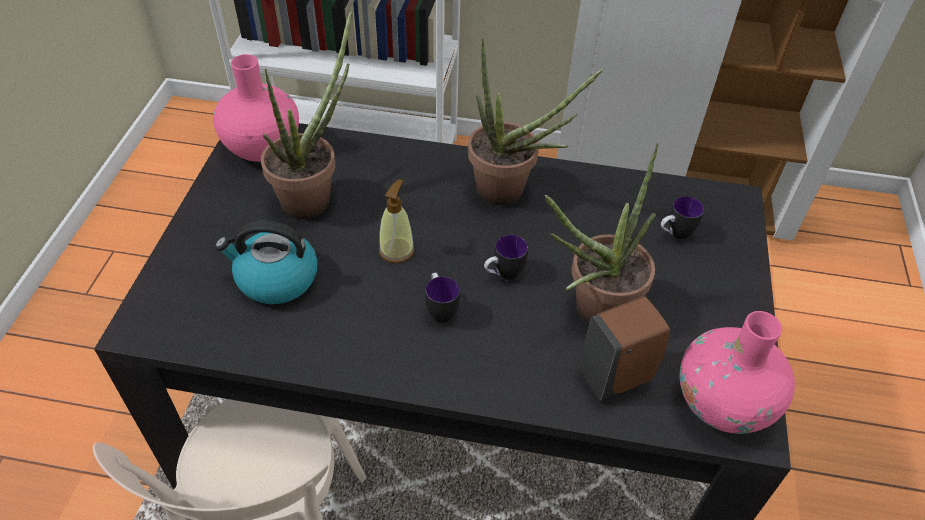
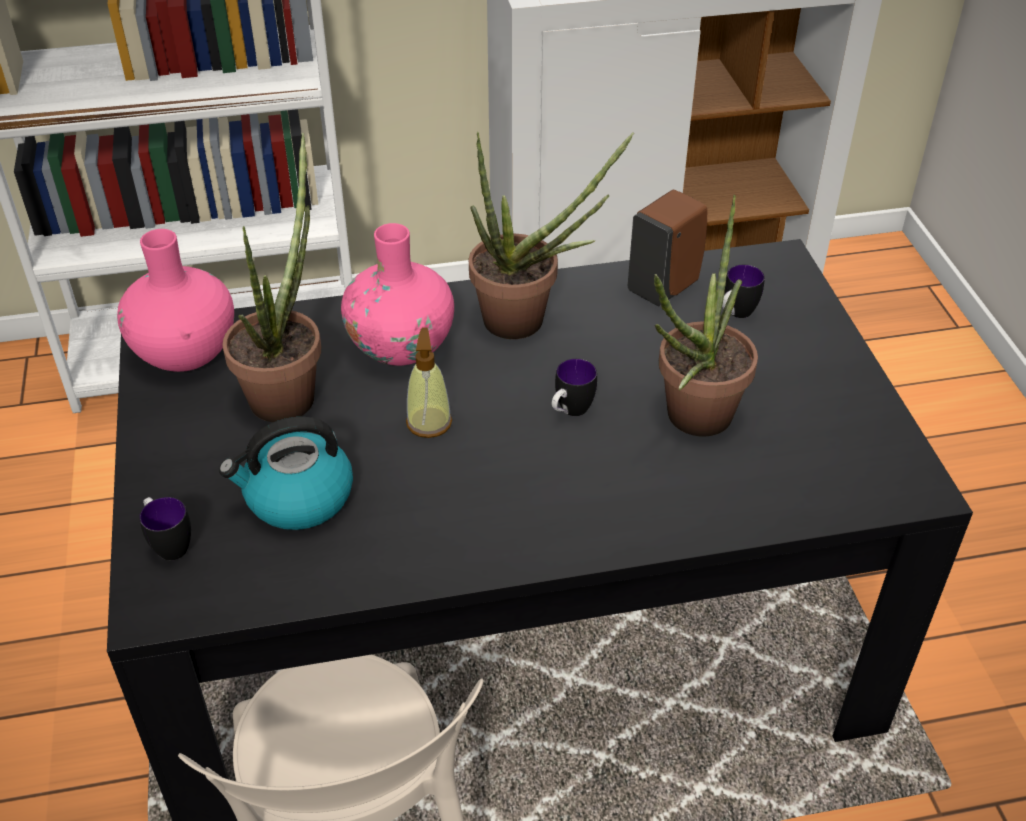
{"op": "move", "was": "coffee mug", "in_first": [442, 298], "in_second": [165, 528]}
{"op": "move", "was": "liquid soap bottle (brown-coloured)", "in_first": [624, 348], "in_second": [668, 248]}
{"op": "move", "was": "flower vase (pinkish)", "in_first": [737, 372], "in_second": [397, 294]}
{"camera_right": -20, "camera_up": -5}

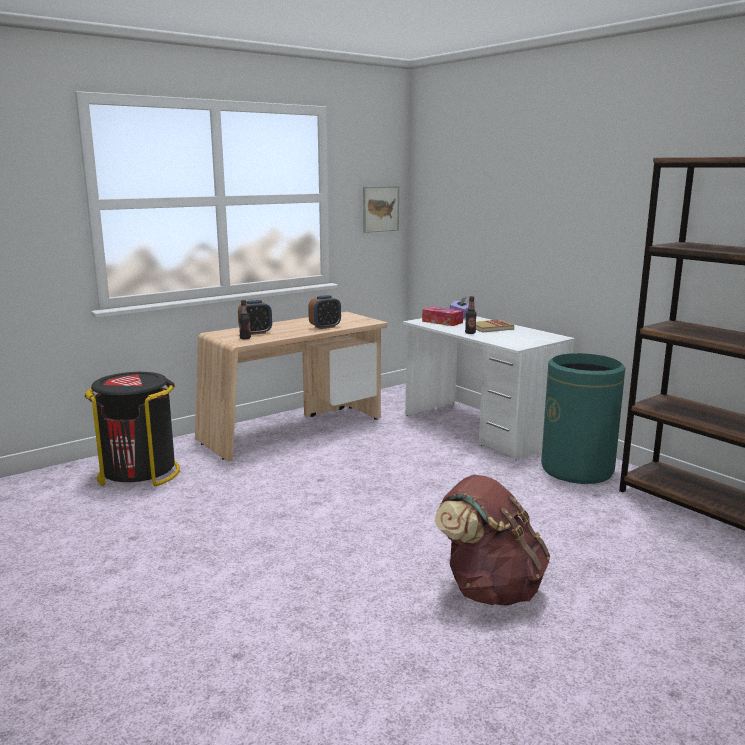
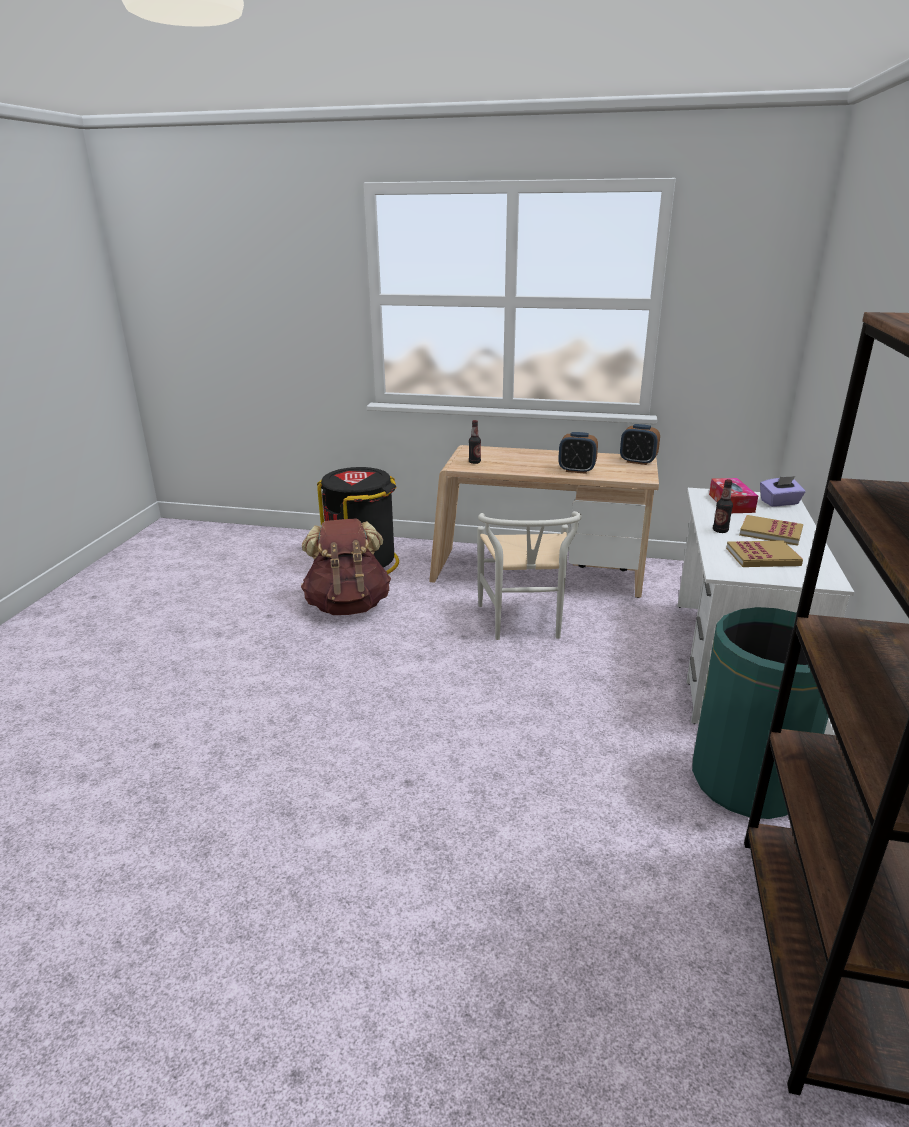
{"op": "delete", "was": "wall art", "in_first": [381, 209]}
{"op": "move", "was": "alarm clock", "in_first": [255, 317], "in_second": [640, 444]}
{"op": "move", "was": "backpack (brown-coloured)", "in_first": [492, 540], "in_second": [346, 566]}
{"op": "insert", "now": "plain chair (white-coloured)", "in_second": [529, 575]}
{"op": "insert", "now": "bound book", "in_second": [764, 553]}
{"camera_right": 50, "camera_up": 10}

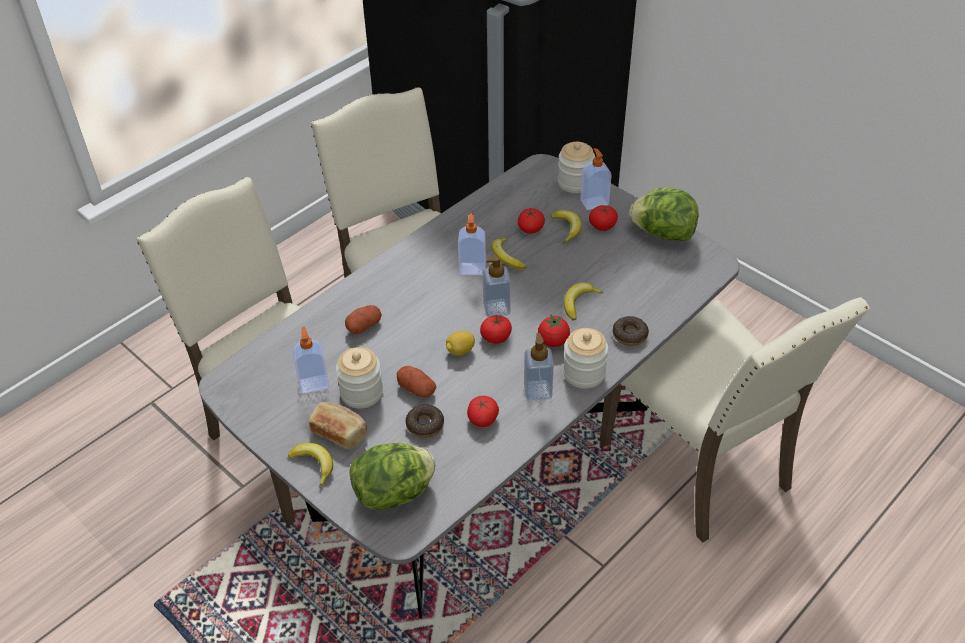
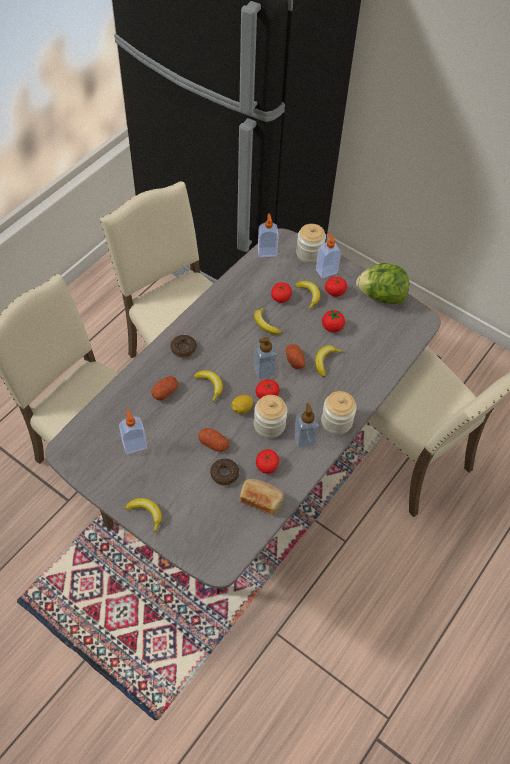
{"op": "move", "was": "liquid soap bottle", "in_first": [472, 244], "in_second": [268, 235]}
{"op": "move", "was": "whole tomato", "in_first": [554, 331], "in_second": [333, 321]}
{"op": "move", "was": "donut", "in_first": [631, 331], "in_second": [183, 346]}
{"op": "move", "was": "preserve jar", "in_first": [359, 378], "in_second": [271, 416]}
{"op": "move", "was": "baked bread", "in_first": [338, 426], "in_second": [262, 497]}
{"op": "delete", "was": "head of lettuce", "in_first": [392, 476]}
{"op": "insert", "now": "potato", "in_second": [295, 356]}
{"op": "insert", "now": "whole banana", "in_second": [208, 386]}
{"camera_right": -10, "camera_up": 10}

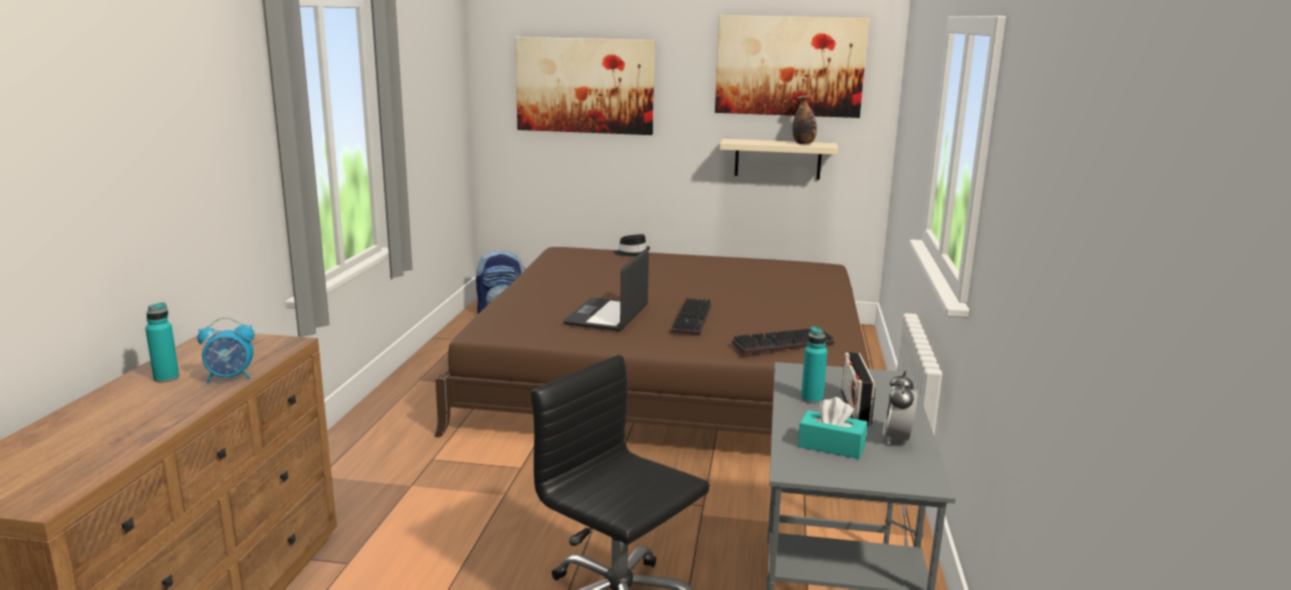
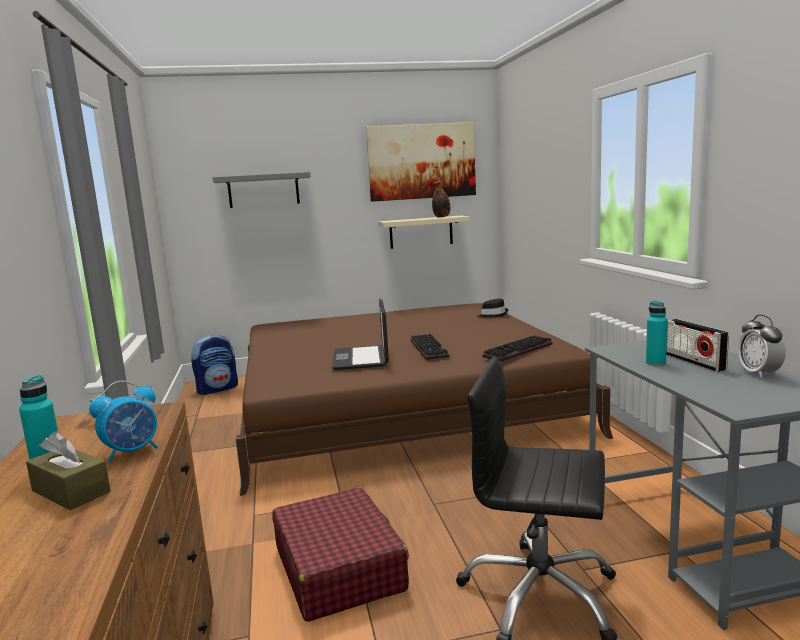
{"op": "replace", "was": "wall art", "now": "shelf (greyish)", "in_first": [585, 86], "in_second": [261, 190]}
{"op": "move", "was": "clothing hat (blackish)", "in_first": [632, 245], "in_second": [492, 308]}
{"op": "delete", "was": "tissue holder (blue-green)", "in_first": [832, 428]}
{"op": "insert", "now": "tissue holder (brown-coloured)", "in_second": [68, 470]}
{"op": "insert", "now": "piece of luggage (reddish)", "in_second": [340, 554]}
{"camera_right": -20, "camera_up": -5}

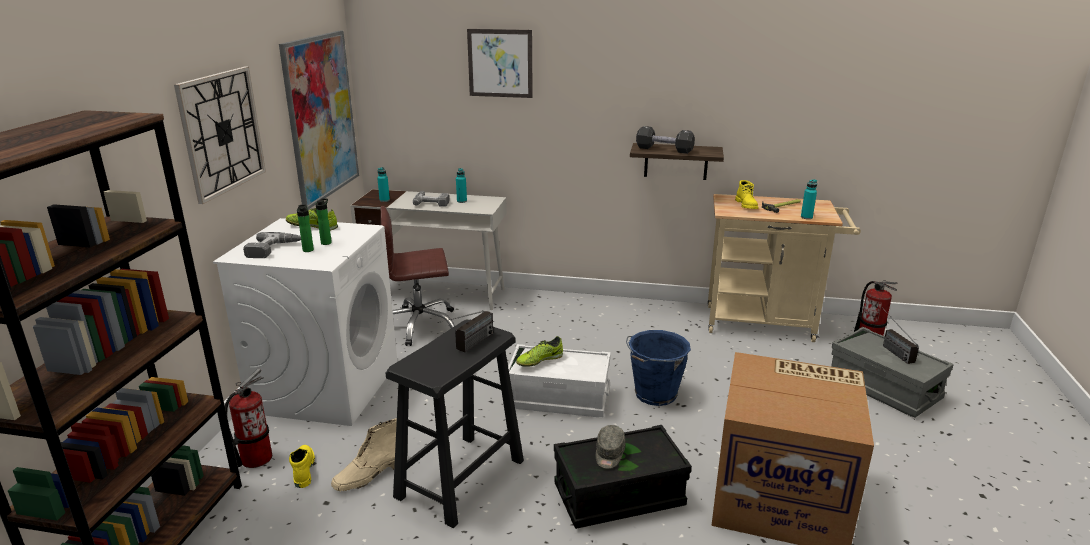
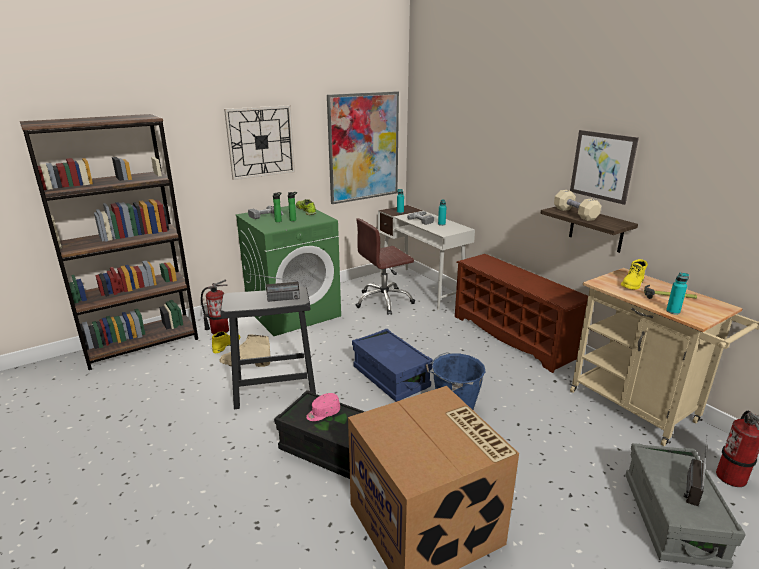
{"op": "move", "was": "wall art", "in_first": [500, 63], "in_second": [604, 167]}
{"op": "recolor", "was": "free weight (blackish)", "now": "free weight (sand-coloured)", "in_first": [665, 140], "in_second": [577, 205]}
{"op": "rotate", "was": "office chair (brown-coloured)", "in_first": [417, 276], "in_second": [385, 266], "clockwise": -60}
{"op": "recolor", "was": "laundry machine (white-coloured)", "now": "laundry machine (greenish)", "in_first": [305, 322], "in_second": [288, 270]}
{"op": "delete", "was": "shoe", "in_first": [539, 351]}
{"op": "recolor", "was": "storage container (white-coloured)", "now": "storage container (blue-coloured)", "in_first": [559, 380], "in_second": [392, 365]}
{"op": "recolor", "was": "baseball cap (greyish)", "now": "baseball cap (pinkish)", "in_first": [611, 447], "in_second": [323, 407]}
{"op": "insert", "now": "shoe rack (brown-coloured)", "in_second": [521, 313]}
{"camera_right": 45, "camera_up": 0}

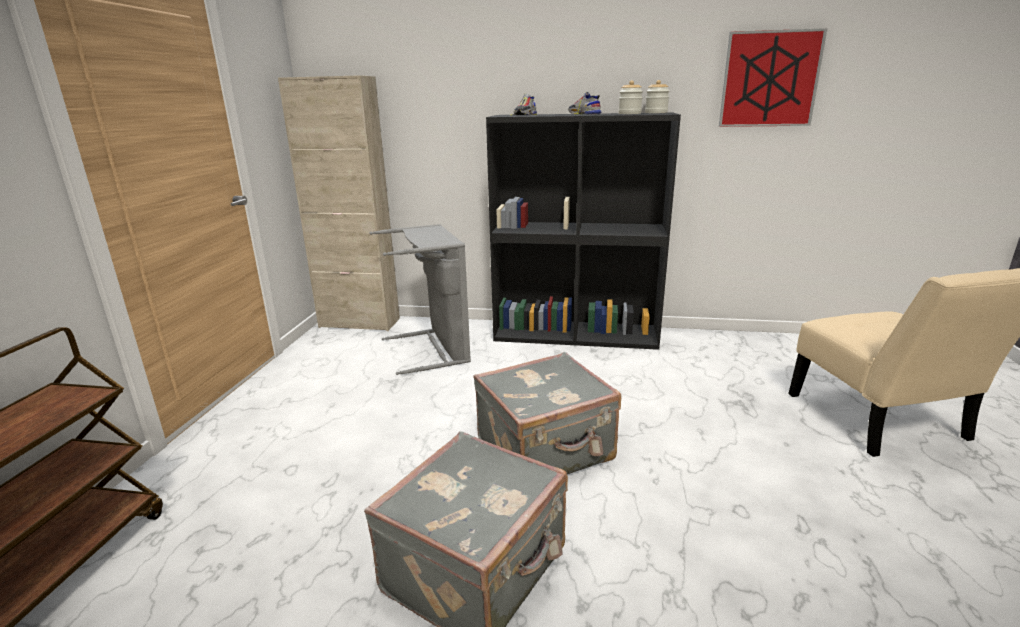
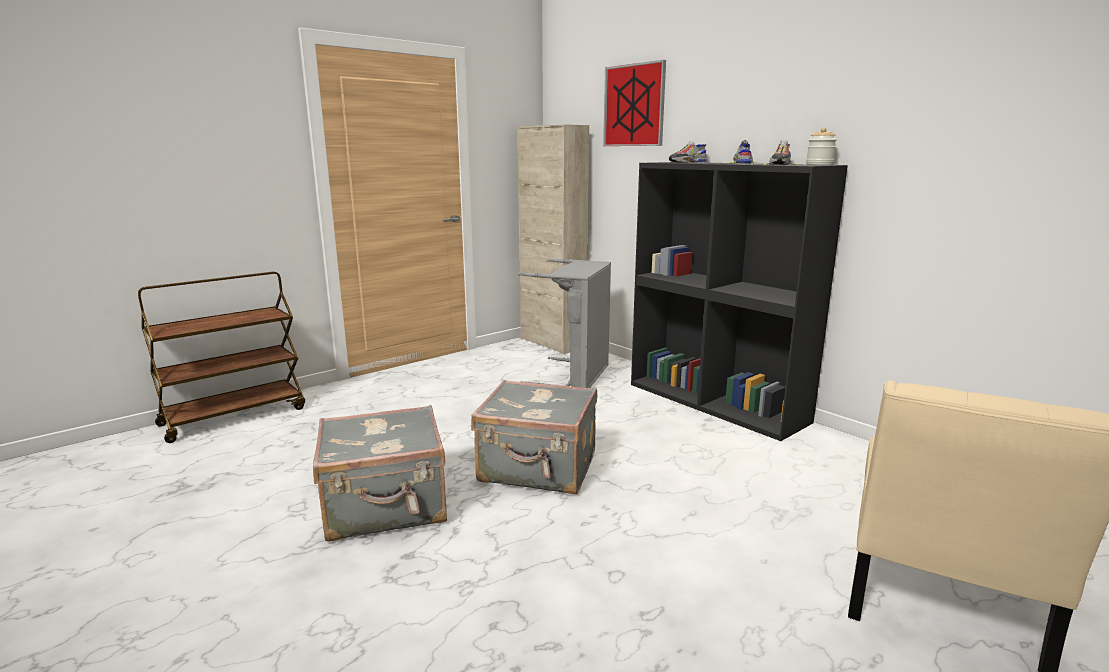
{"op": "move", "was": "wall art", "in_first": [773, 77], "in_second": [634, 103]}
{"op": "replace", "was": "preserve jar", "now": "shoe", "in_first": [630, 97], "in_second": [780, 152]}
{"camera_right": 40, "camera_up": -5}

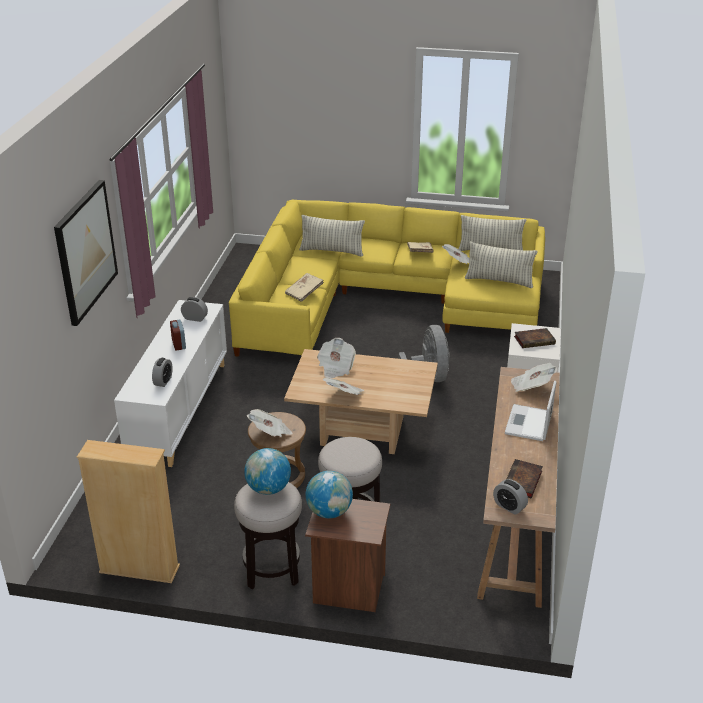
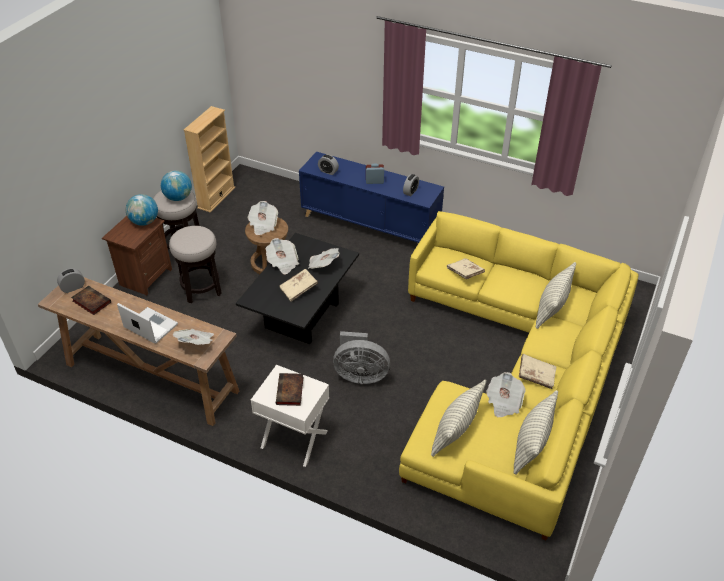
{"op": "delete", "was": "wall art", "in_first": [86, 253]}
{"op": "recolor", "was": "cupboard (white-coloured)", "now": "cupboard (blue-coloured)", "in_first": [170, 383], "in_second": [371, 197]}
{"op": "recolor", "was": "lounge table (sand-coloured)", "now": "lounge table (blackish)", "in_first": [361, 401], "in_second": [297, 288]}
{"op": "insert", "now": "bound book (sand-coloured)", "in_second": [298, 285]}
{"camera_right": 105, "camera_up": 10}

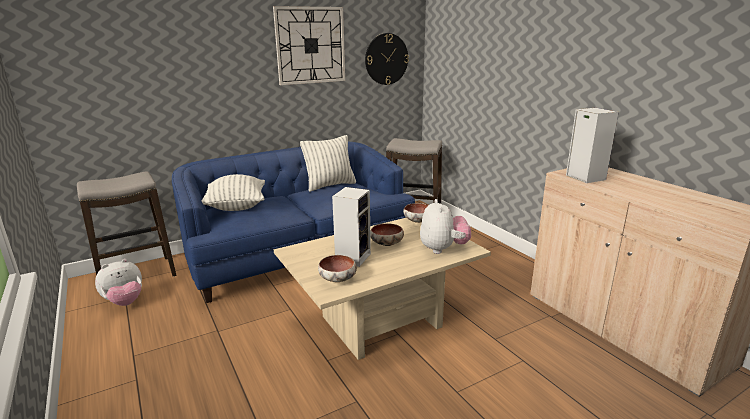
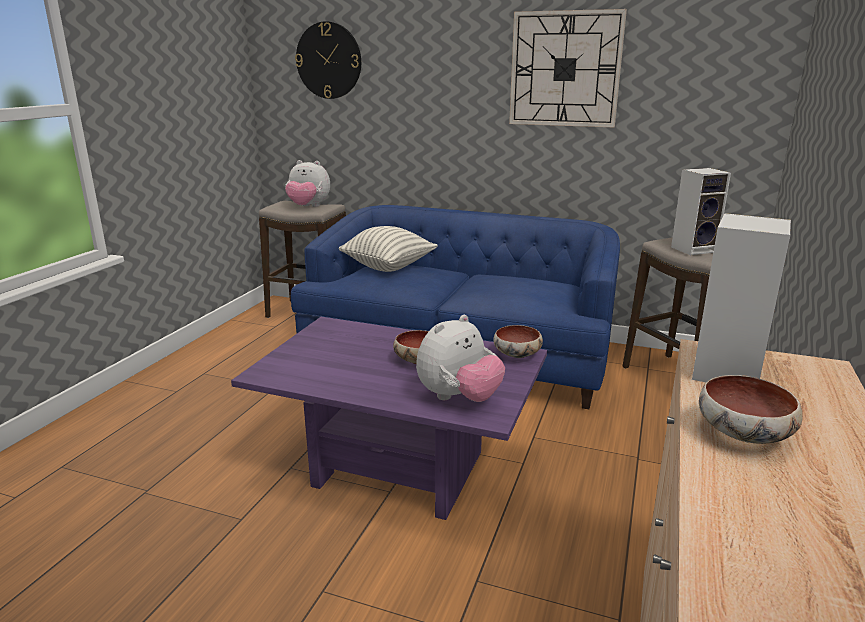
{"op": "move", "was": "clock on the wall", "in_first": [387, 59], "in_second": [328, 60]}
{"op": "delete", "was": "cushion", "in_first": [328, 163]}
{"op": "move", "was": "loudspeaker", "in_first": [351, 227], "in_second": [701, 211]}
{"op": "recolor", "was": "lounge table (sand-coloured)", "now": "lounge table (purplish)", "in_first": [382, 289], "in_second": [389, 418]}
{"op": "move", "was": "serving bowl", "in_first": [337, 268], "in_second": [751, 409]}
{"op": "move", "was": "cuddly toy", "in_first": [118, 282], "in_second": [307, 183]}
{"camera_right": 50, "camera_up": 0}

